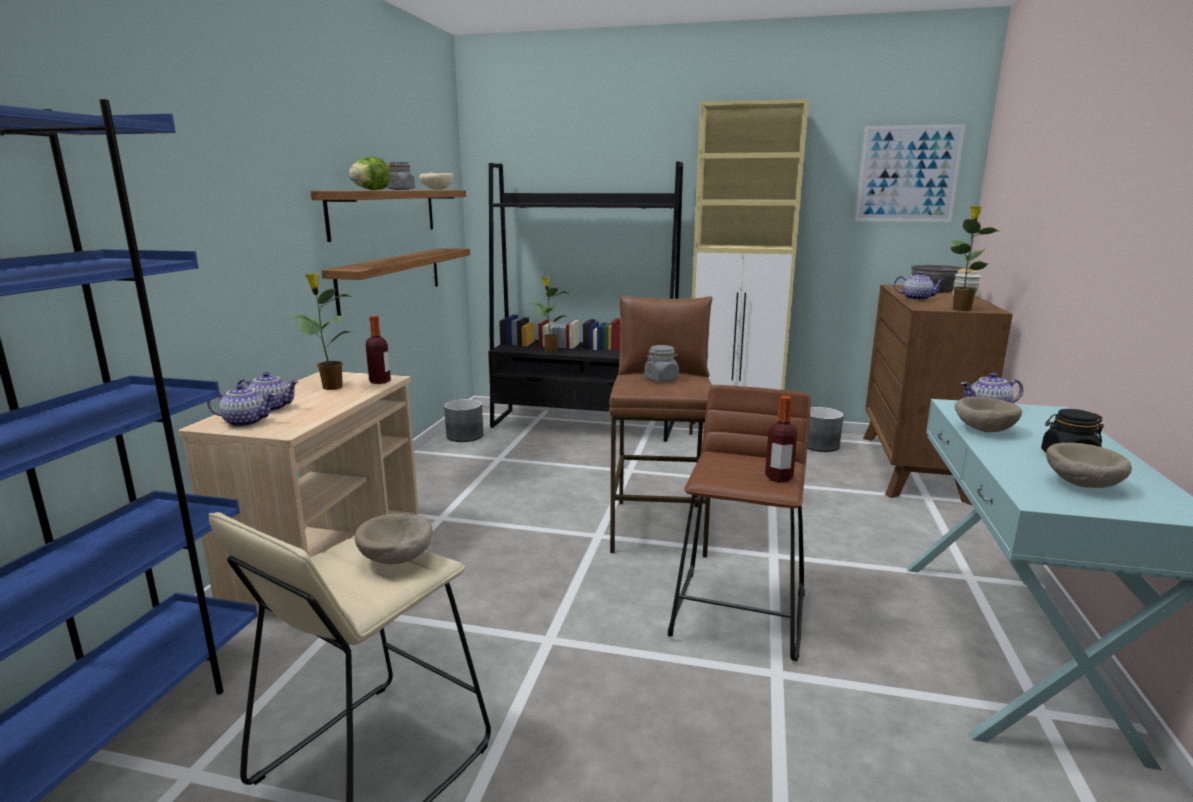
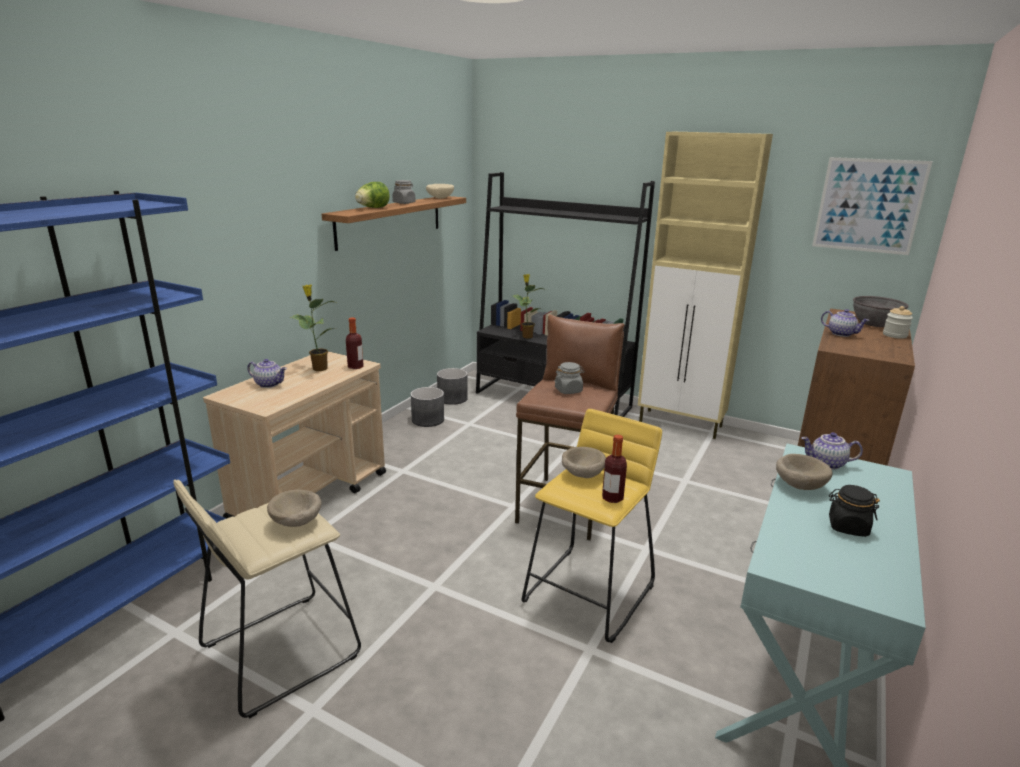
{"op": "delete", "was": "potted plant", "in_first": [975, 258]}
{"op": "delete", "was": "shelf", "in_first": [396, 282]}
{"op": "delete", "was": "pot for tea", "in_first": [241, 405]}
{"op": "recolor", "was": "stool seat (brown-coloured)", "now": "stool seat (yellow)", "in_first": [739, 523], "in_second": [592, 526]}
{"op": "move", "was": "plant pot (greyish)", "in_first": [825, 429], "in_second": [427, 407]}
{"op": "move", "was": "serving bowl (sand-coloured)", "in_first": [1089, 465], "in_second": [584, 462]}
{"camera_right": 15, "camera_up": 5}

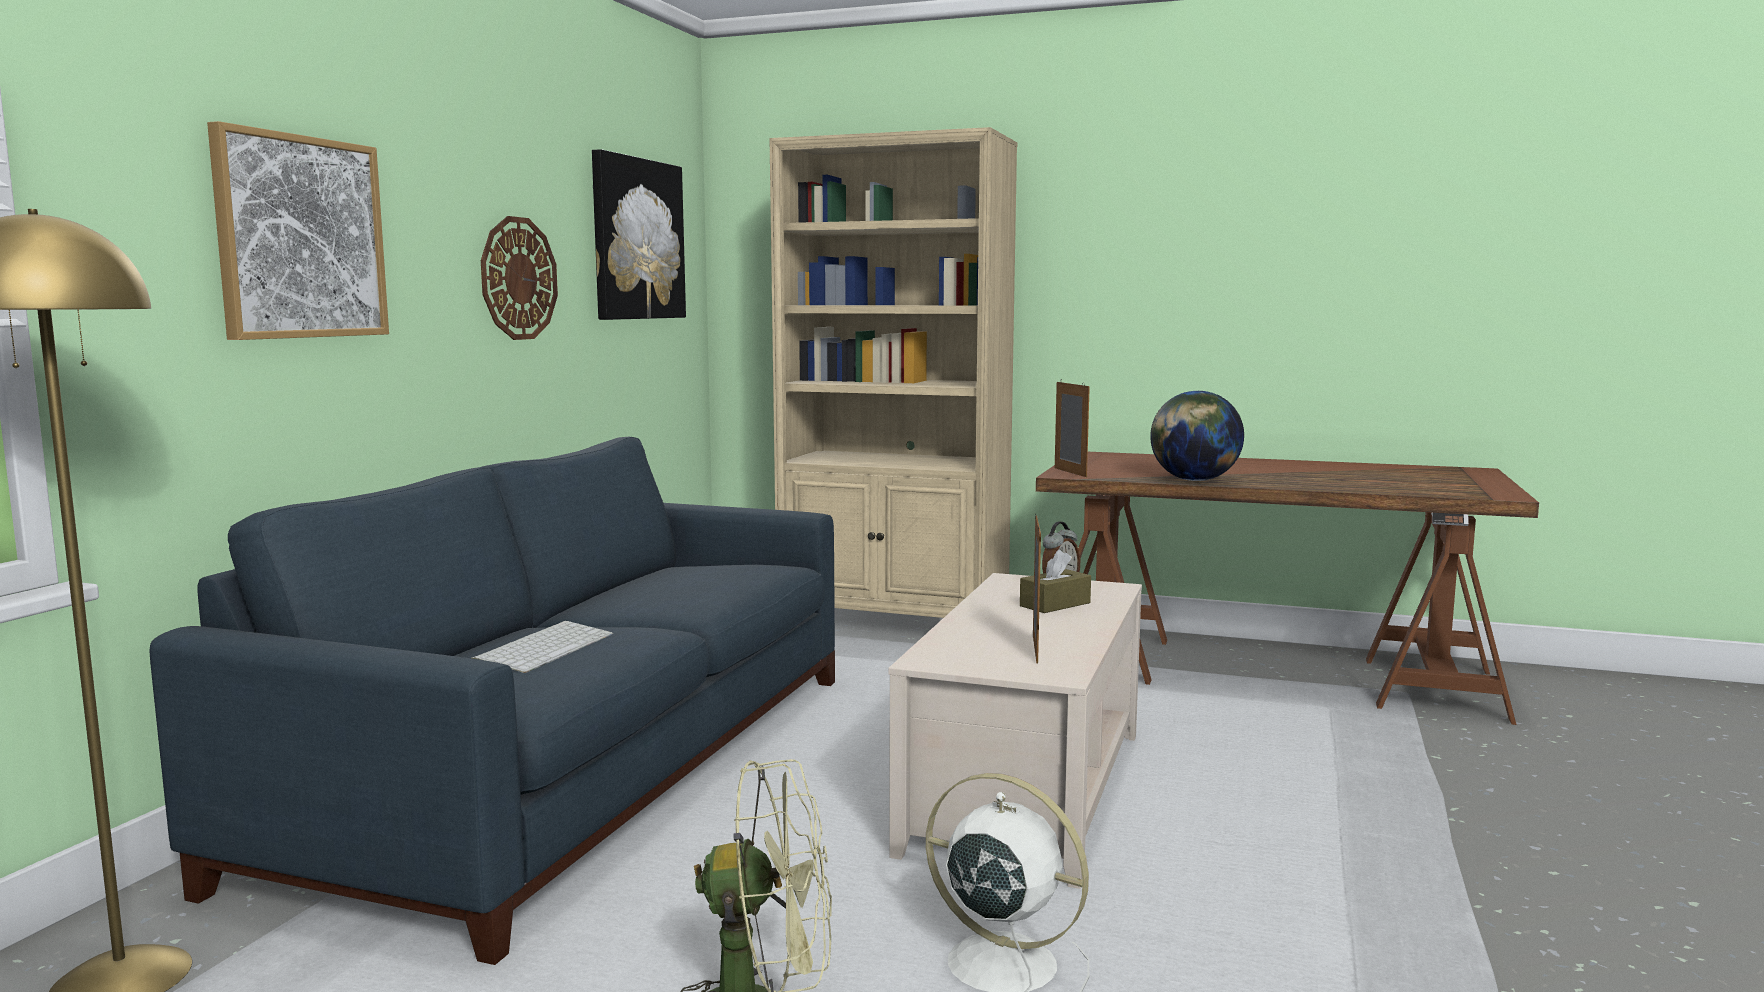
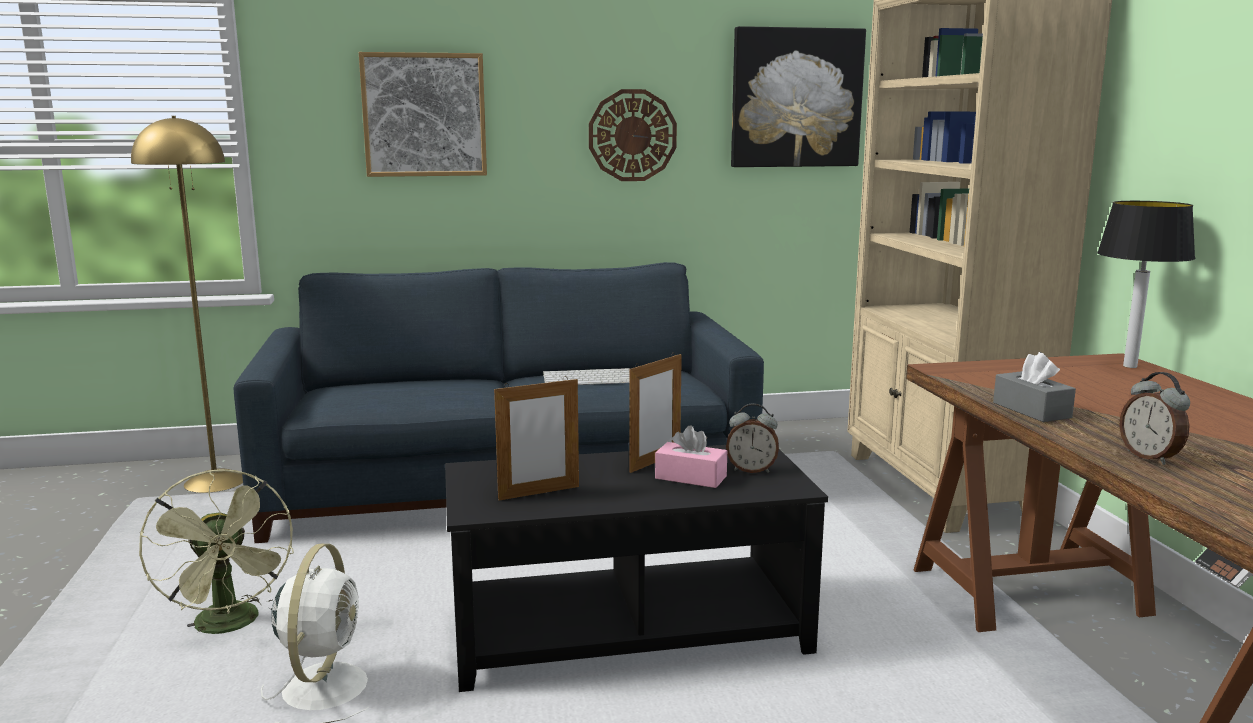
{"op": "move", "was": "photo frame", "in_first": [1072, 428], "in_second": [655, 412]}
{"op": "replace", "was": "desk globe", "now": "tissue holder (greyish)", "in_first": [1197, 436], "in_second": [1034, 387]}
{"op": "recolor", "was": "tissue holder (brown-coloured)", "now": "tissue holder (pinkish)", "in_first": [1055, 581], "in_second": [691, 457]}
{"op": "recolor", "was": "lounge table (sand-coloured)", "now": "lounge table (blackish)", "in_first": [1015, 731], "in_second": [636, 568]}
{"op": "move", "was": "computer keyboard", "in_first": [542, 647], "in_second": [586, 376]}
{"op": "insert", "now": "tabletop lamp", "in_second": [1146, 284]}
{"op": "insert", "now": "alarm clock", "in_second": [1154, 418]}
{"camera_right": 60, "camera_up": 5}

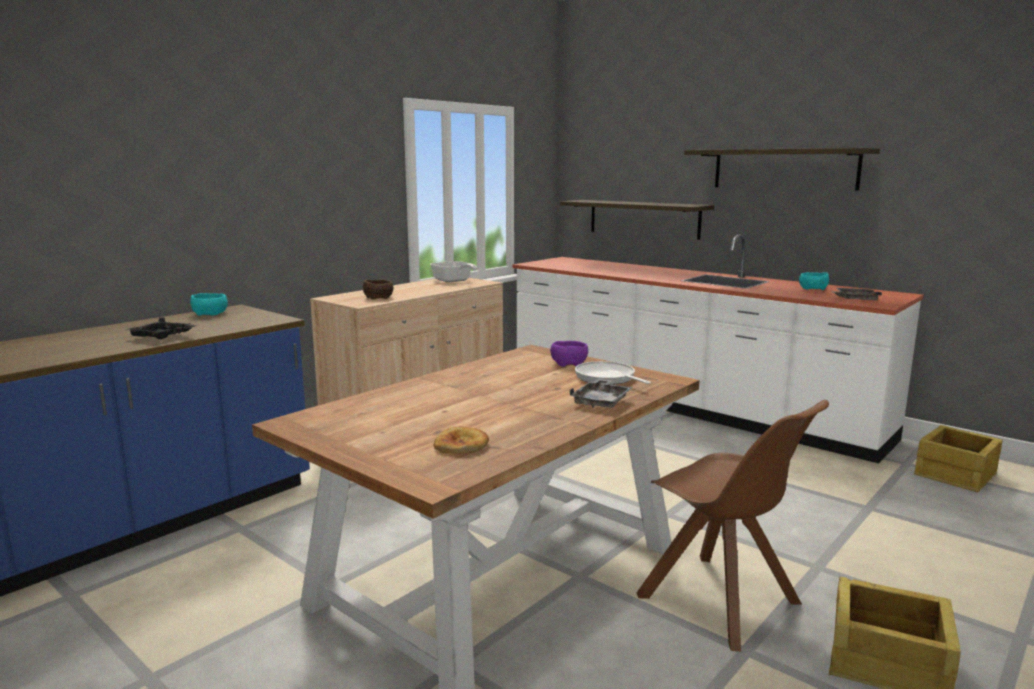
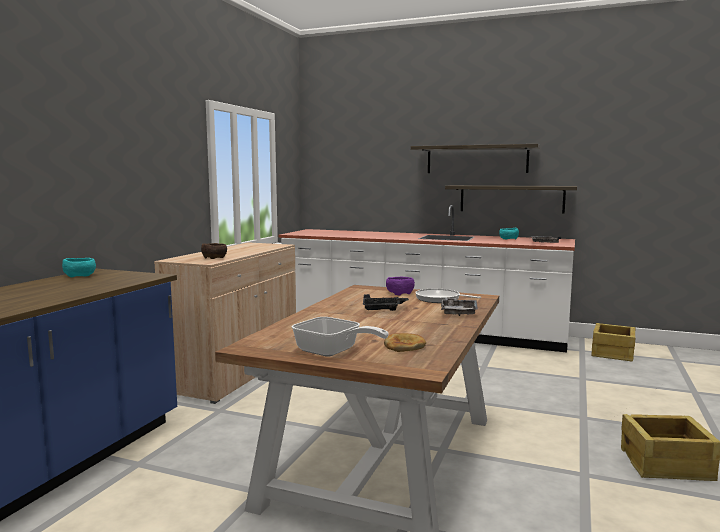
{"op": "move", "was": "shelf", "in_first": [637, 220], "in_second": [511, 199]}
{"op": "move", "was": "pan", "in_first": [453, 271], "in_second": [340, 337]}
{"op": "move", "was": "serving tray (blackish)", "in_first": [161, 328], "in_second": [386, 302]}
{"op": "delete", "was": "plain chair (brown-coloured)", "in_first": [733, 526]}
{"camera_right": -20, "camera_up": -5}

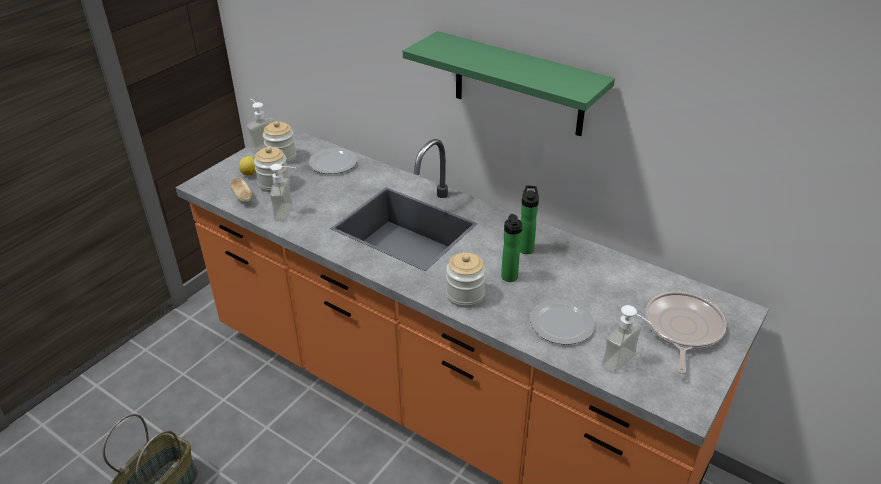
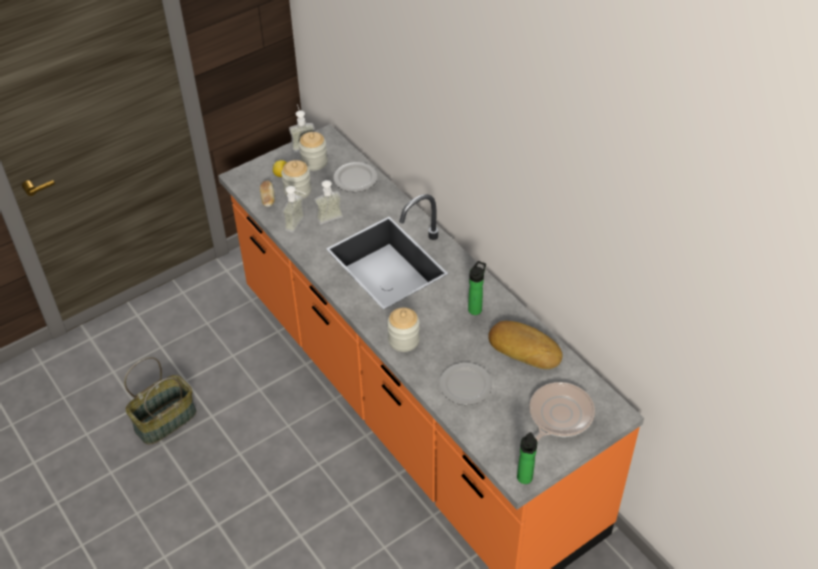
{"op": "delete", "was": "shelf (greenish)", "in_first": [509, 83]}
{"op": "move", "was": "bottle", "in_first": [512, 248], "in_second": [527, 458]}
{"op": "move", "was": "liquid soap bottle", "in_first": [627, 339], "in_second": [328, 202]}
{"op": "insert", "now": "baked bread", "in_second": [525, 345]}
{"camera_right": 20, "camera_up": 10}

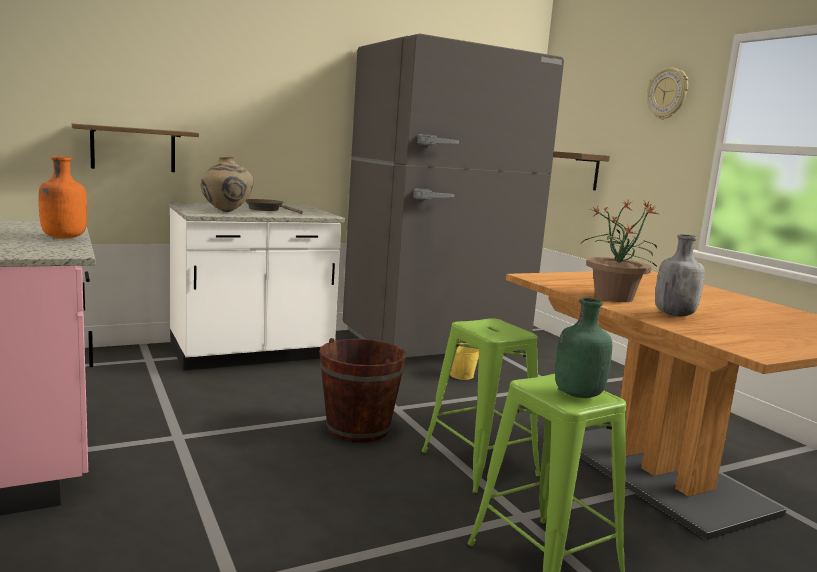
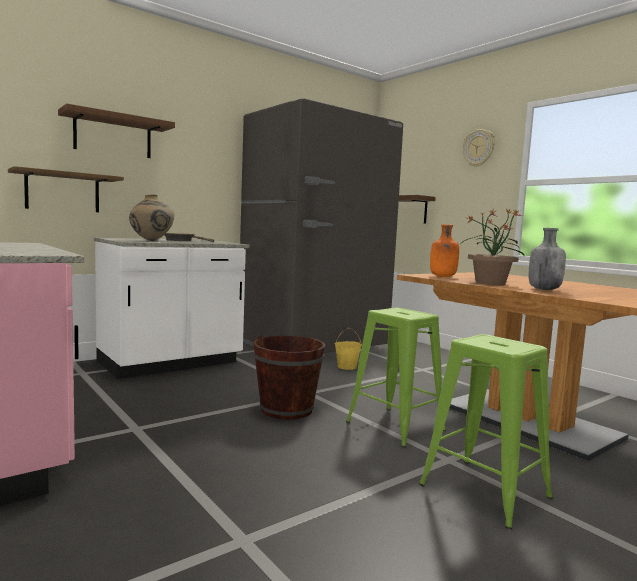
{"op": "move", "was": "bottle (orange-coloured)", "in_first": [63, 197], "in_second": [444, 251]}
{"op": "delete", "was": "bottle (greenish)", "in_first": [583, 348]}
{"op": "insert", "now": "shelf (brown-coloured)", "in_second": [116, 130]}
{"camera_right": -10, "camera_up": -5}

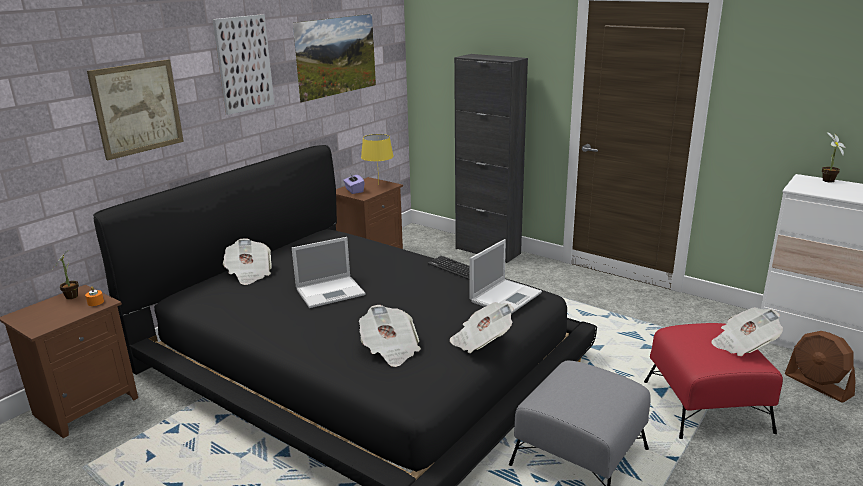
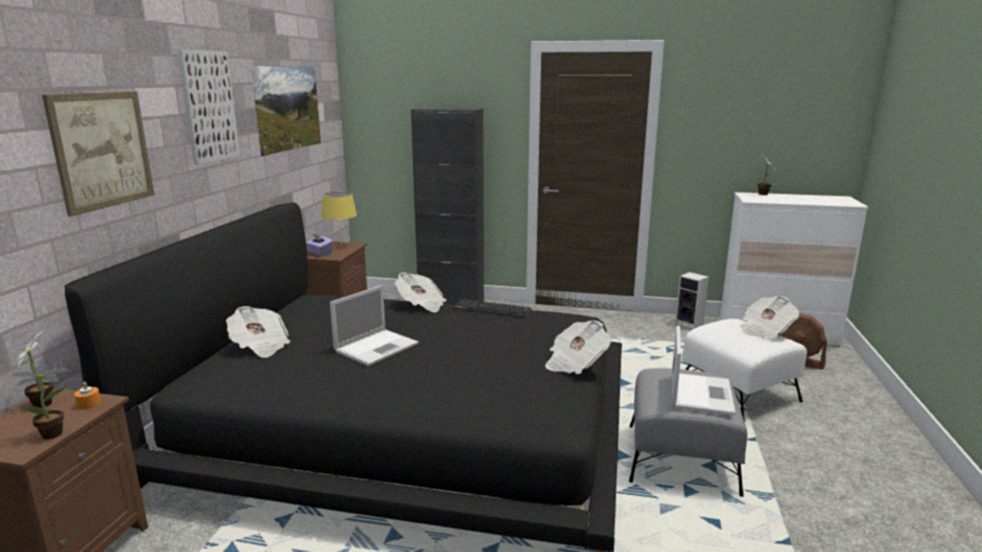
{"op": "move", "was": "portable computer", "in_first": [505, 276], "in_second": [704, 371]}
{"op": "move", "was": "newspaper", "in_first": [390, 336], "in_second": [420, 292]}
{"op": "recolor", "was": "ottoman (reddish)", "now": "ottoman (white-coloured)", "in_first": [713, 381], "in_second": [744, 370]}
{"op": "insert", "now": "loudspeaker", "in_second": [692, 300]}
{"op": "insert", "now": "potted plant", "in_second": [40, 402]}
{"camera_right": -25, "camera_up": -5}

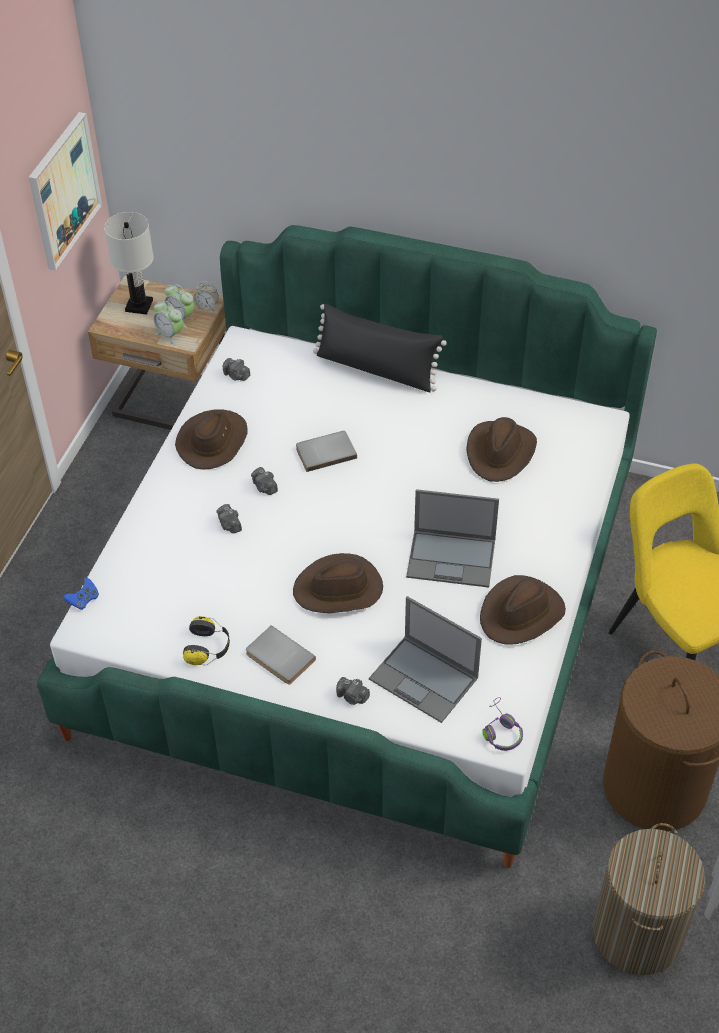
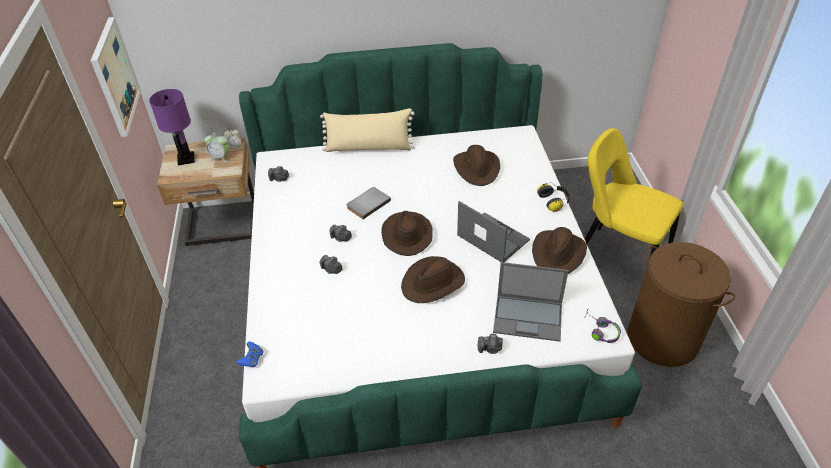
{"op": "recolor", "was": "tabletop lamp (white-coloured)", "now": "tabletop lamp (purplish)", "in_first": [129, 263], "in_second": [172, 127]}
{"op": "delete", "was": "alarm clock", "in_first": [168, 323]}
{"op": "recolor", "was": "cushion (blackish)", "now": "cushion (sand-coloured)", "in_first": [380, 347], "in_second": [367, 130]}
{"op": "move", "was": "clothing hat (brown-coloured)", "in_first": [211, 439], "in_second": [407, 233]}
{"op": "rotate", "was": "portable computer", "in_first": [452, 538], "in_second": [493, 231], "clockwise": -120}
{"op": "move", "was": "headphones", "in_first": [206, 640], "in_second": [553, 197]}
{"op": "delete", "was": "bound book (greyish)", "in_first": [281, 654]}
{"op": "delete", "was": "washing basket", "in_first": [649, 899]}
{"camera_right": -25, "camera_up": -5}

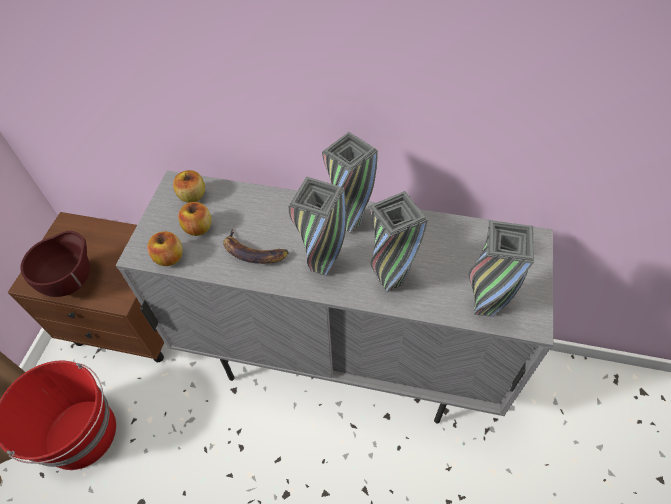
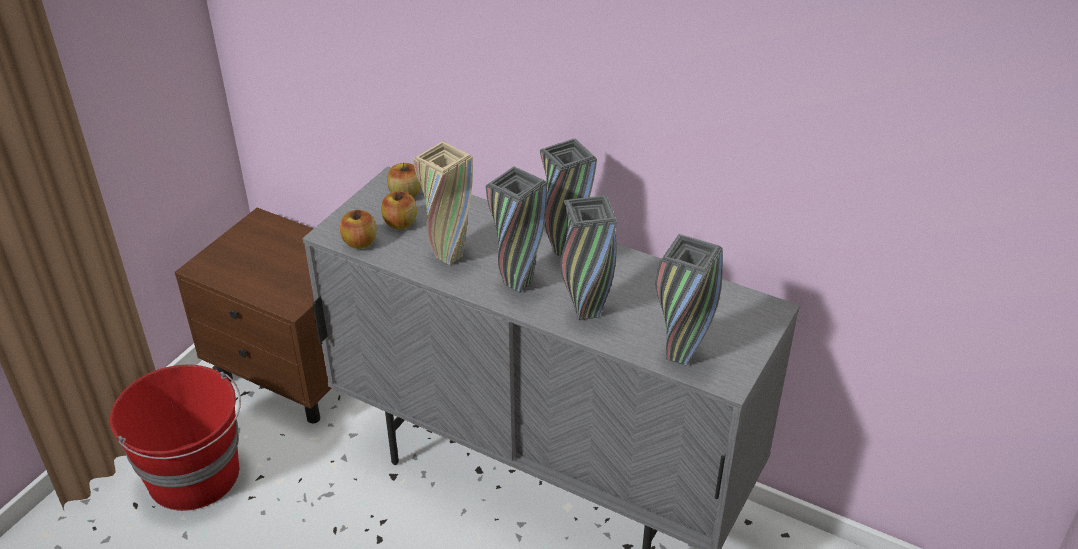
{"op": "replace", "was": "whole banana", "now": "flower vase (sand-coloured)", "in_first": [255, 246], "in_second": [443, 203]}
{"op": "delete", "was": "serving bowl (brown-coloured)", "in_first": [55, 264]}
{"camera_right": 15, "camera_up": -15}

